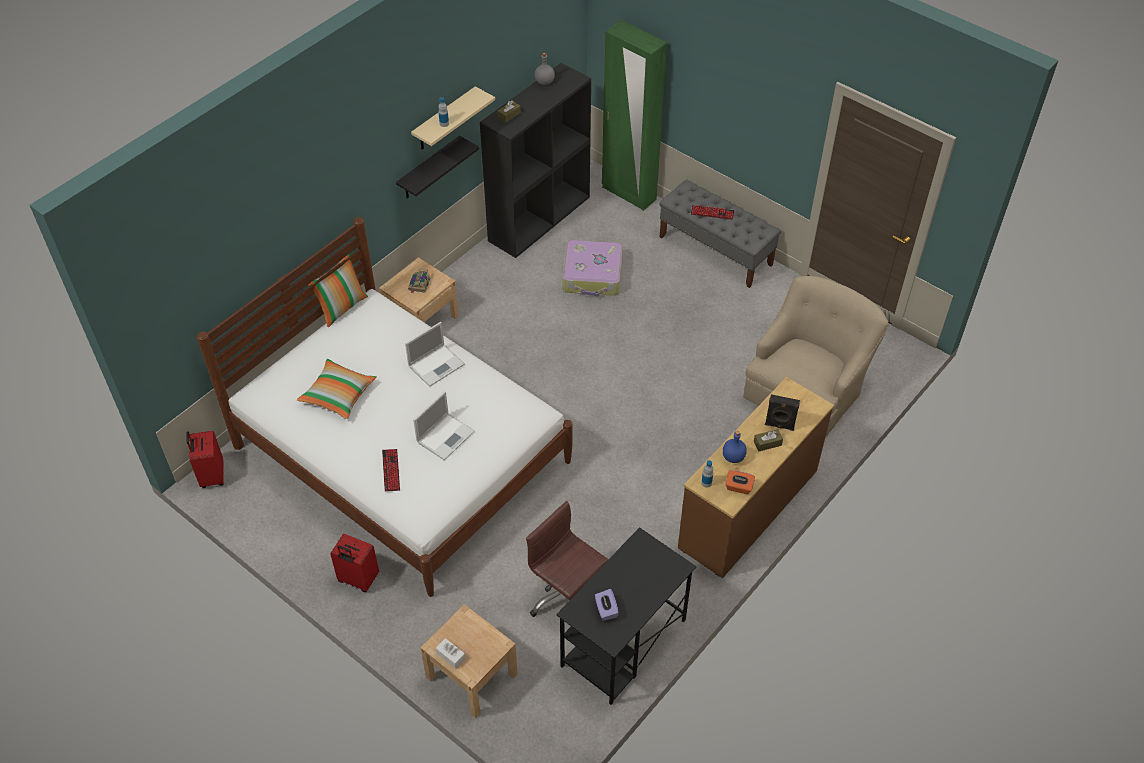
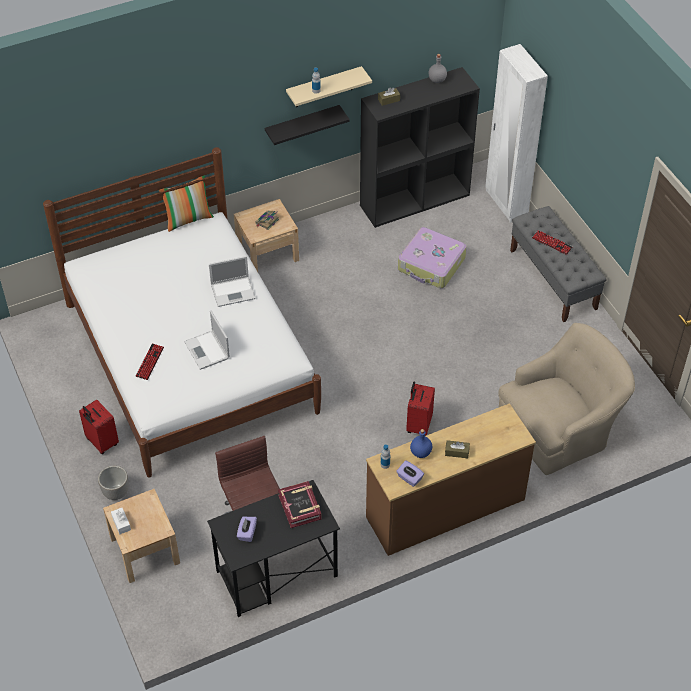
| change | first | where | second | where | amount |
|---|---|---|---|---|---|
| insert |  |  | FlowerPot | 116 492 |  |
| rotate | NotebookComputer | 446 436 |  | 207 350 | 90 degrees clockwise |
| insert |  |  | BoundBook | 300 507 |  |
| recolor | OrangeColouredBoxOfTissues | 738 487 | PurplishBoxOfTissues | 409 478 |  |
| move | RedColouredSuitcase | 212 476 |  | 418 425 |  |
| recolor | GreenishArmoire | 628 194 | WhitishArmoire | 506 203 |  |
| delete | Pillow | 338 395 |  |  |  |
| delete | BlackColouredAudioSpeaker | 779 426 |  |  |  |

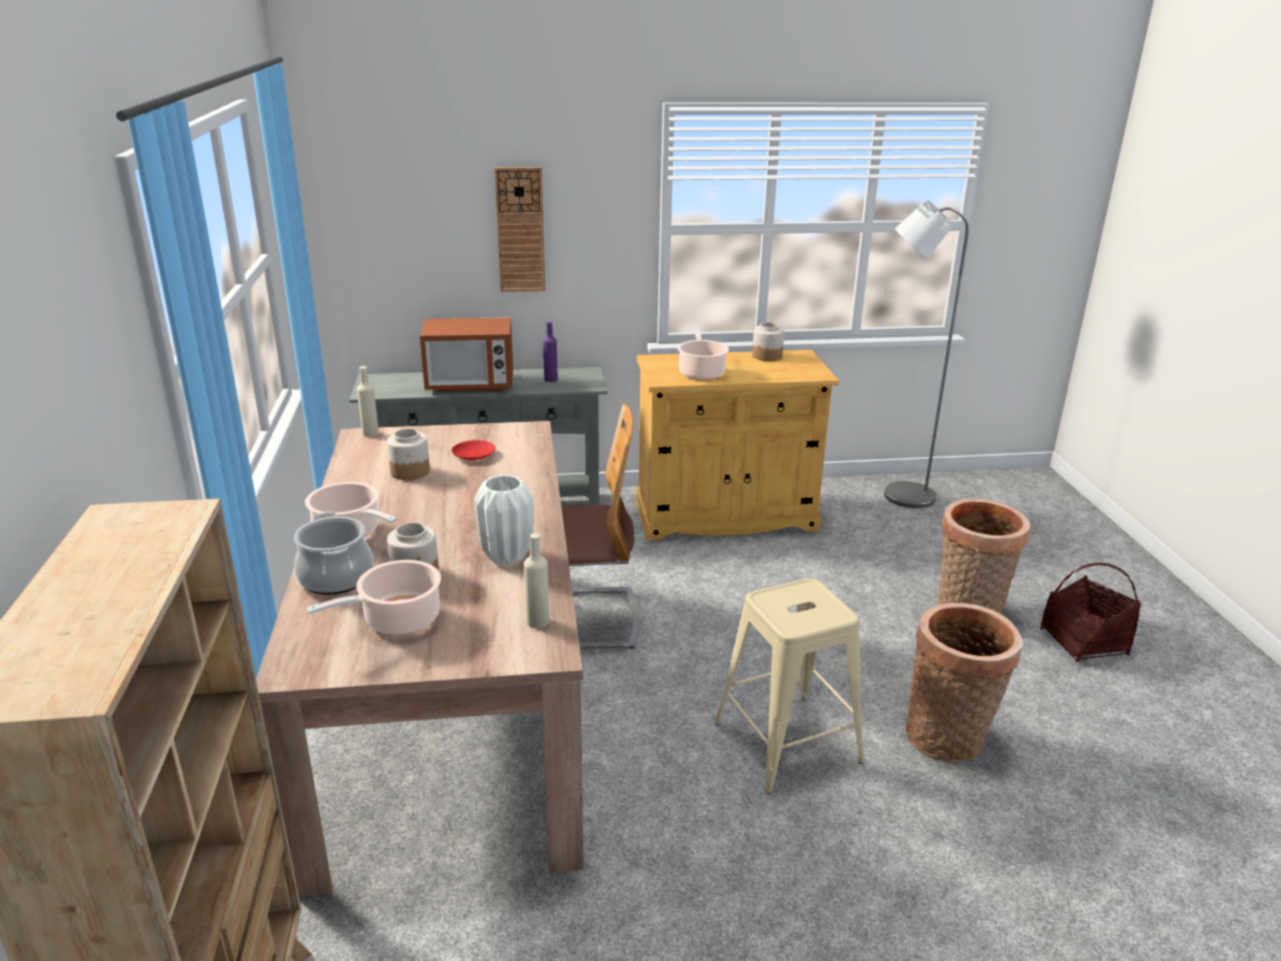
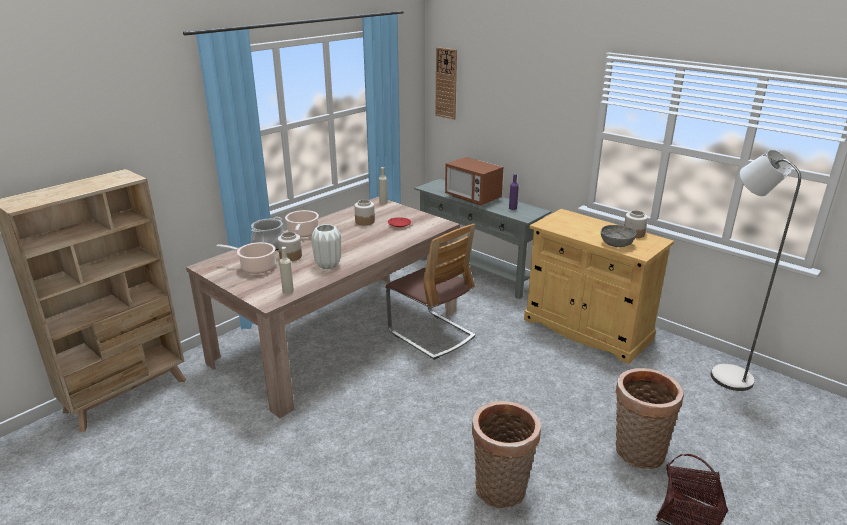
| change | first | where | second | where | amount |
|---|---|---|---|---|---|
| move | ClockOnTheWall | 520 230 |  | 446 83 |  |
| insert |  |  | GreyishServingBowl | 616 244 |  |
| delete | CookingPot | 701 372 |  |  |  |
| delete | BeigeStool | 787 743 |  |  |  |

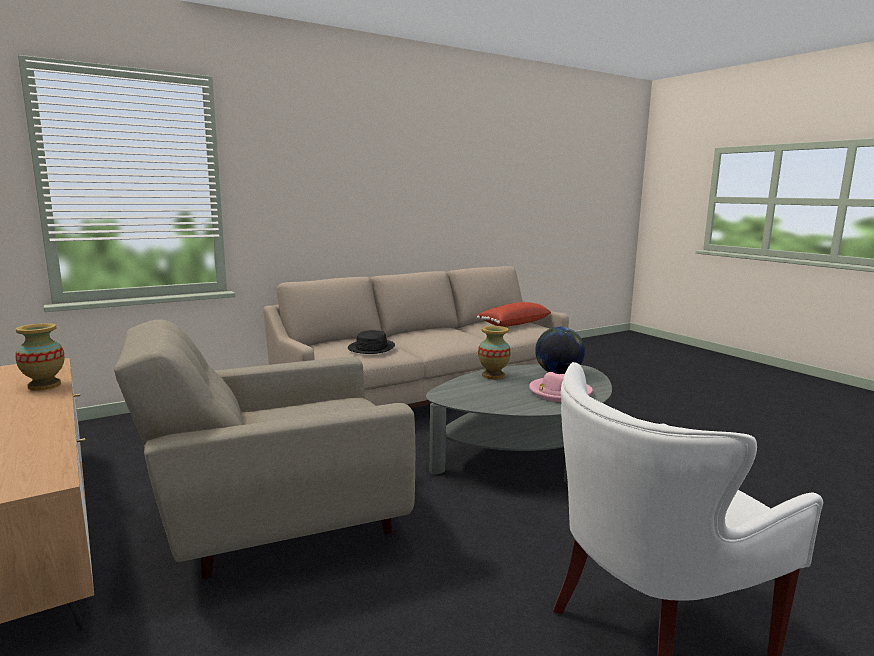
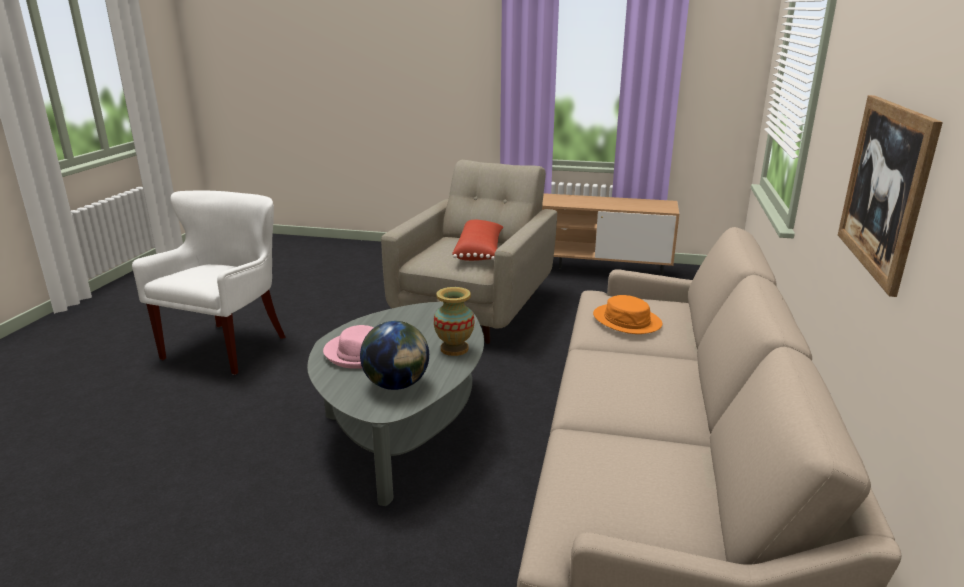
| change | first | where | second | where | amount |
|---|---|---|---|---|---|
| move | RedColouredPillow | 513 324 |  | 480 252 |  |
| recolor | BlackColouredHat | 371 348 | OrangeColouredHat | 627 320 |  |
| insert |  |  | Picture | 884 188 |  |
| delete | FlowerVase | 44 386 |  |  |  |

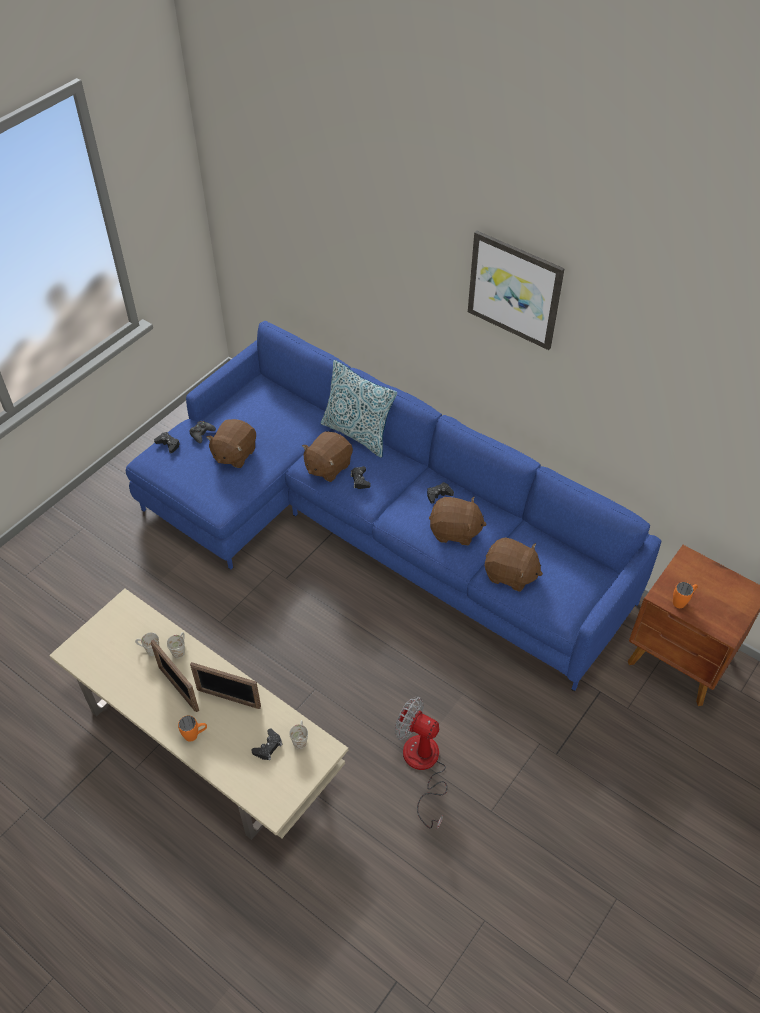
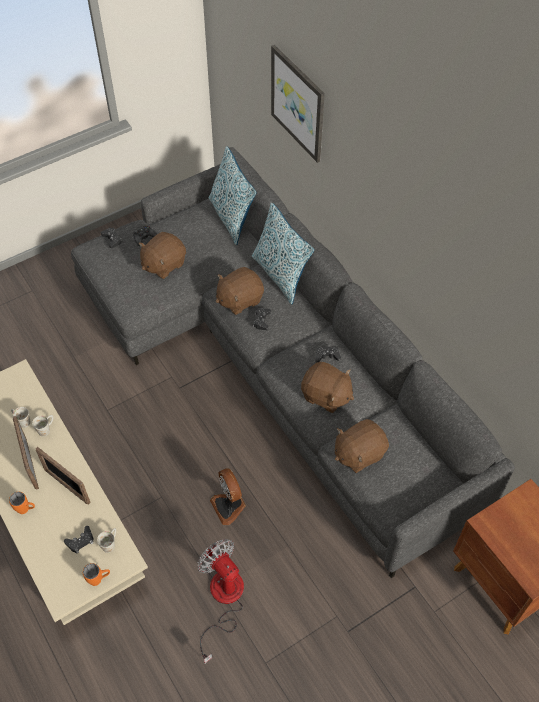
| change | first | where | second | where | amount |
|---|---|---|---|---|---|
| recolor | BlueColouredSettee | 374 527 | GreyishSettee | 275 364 |  |
| move | OrangeColouredTeaMug | 682 601 |  | 99 579 |  |
| insert |  |  | Pillow | 231 218 |  |
| insert |  |  | Fan | 229 506 |  |
| move | Picture | 515 289 |  | 298 103 |  |
| rotate | BrownColouredSoftToy | 510 574 |  | 359 453 | 105 degrees clockwise |

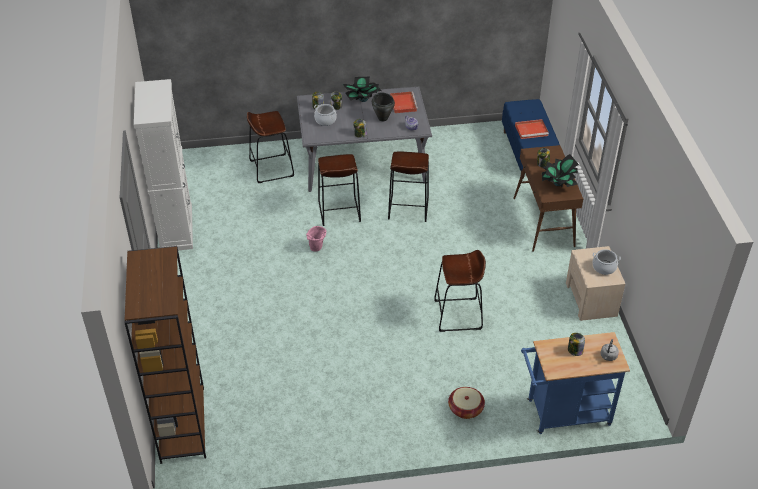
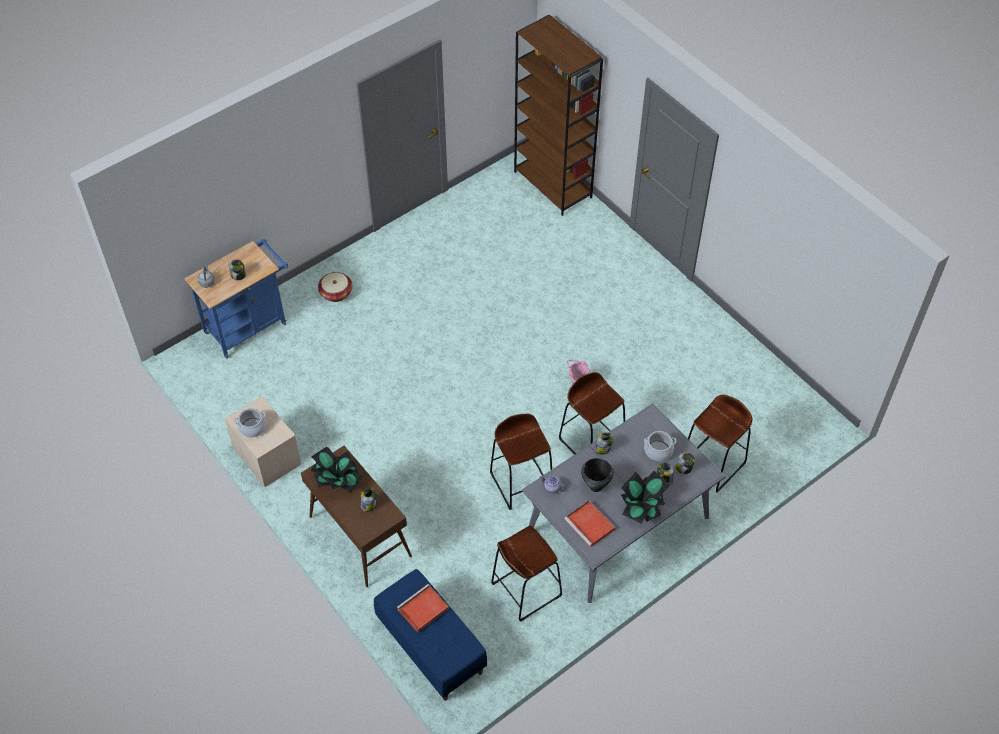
| change | first | where | second | where | amount |
|---|---|---|---|---|---|
| move | BrownColouredStool | 458 315 |  | 526 589 |  |
| delete | WhitishCupboard | 176 228 |  |  |  |

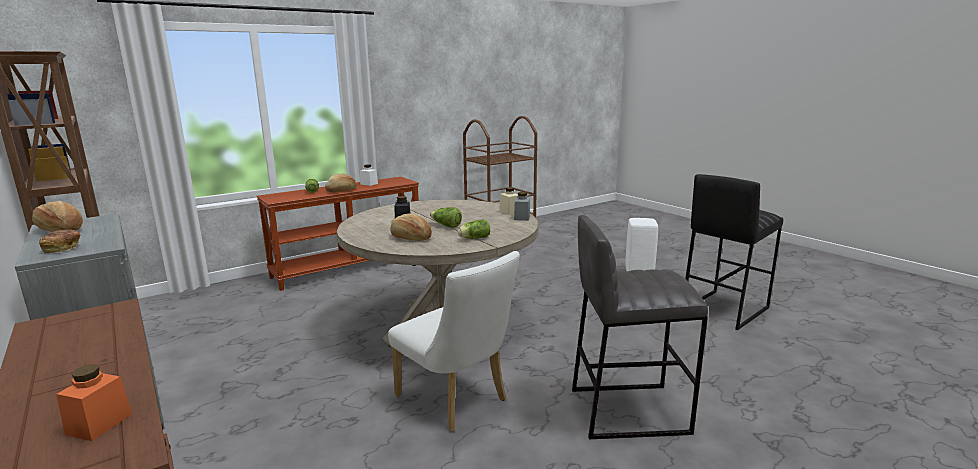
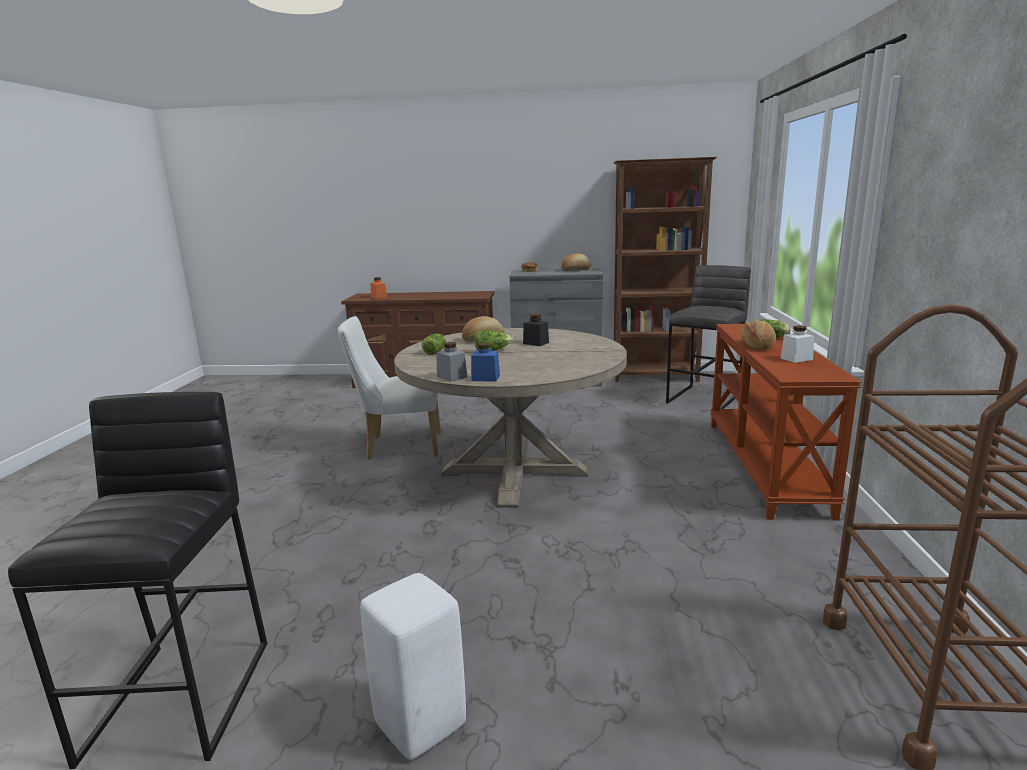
| change | first | where | second | where | amount |
|---|---|---|---|---|---|
| recolor | BeigeStorageJar | 509 212 | BlueColouredStorageJar | 485 378 |  |
| move | GreyishStool | 627 410 |  | 705 398 |  |

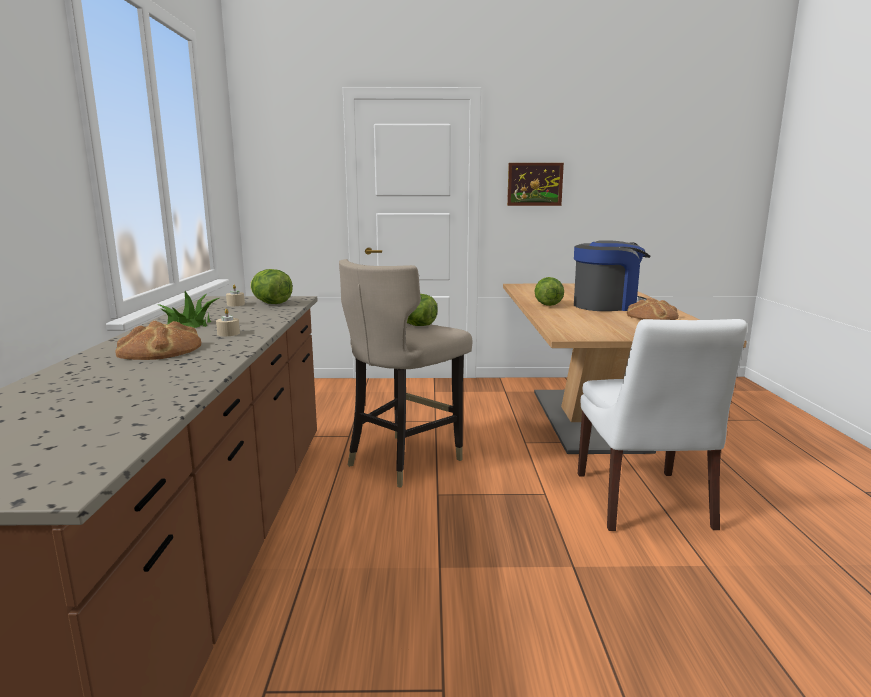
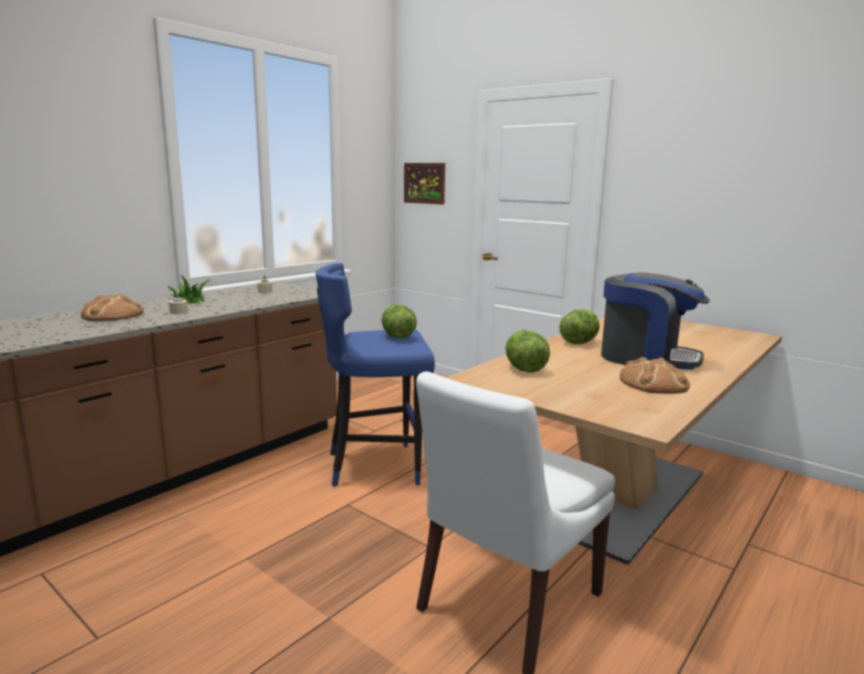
| change | first | where | second | where | amount |
|---|---|---|---|---|---|
| recolor | BeigeStool | 403 460 | BlueColouredStool | 376 466 |  |
| move | Picture | 535 184 |  | 424 183 |  |
| move | LettuceHead | 271 303 |  | 524 369 |  |

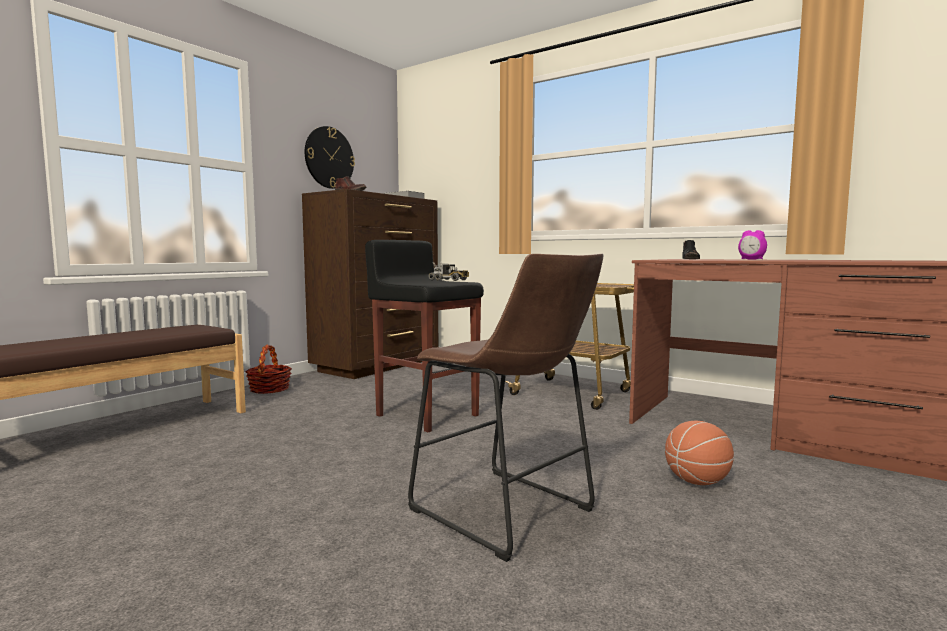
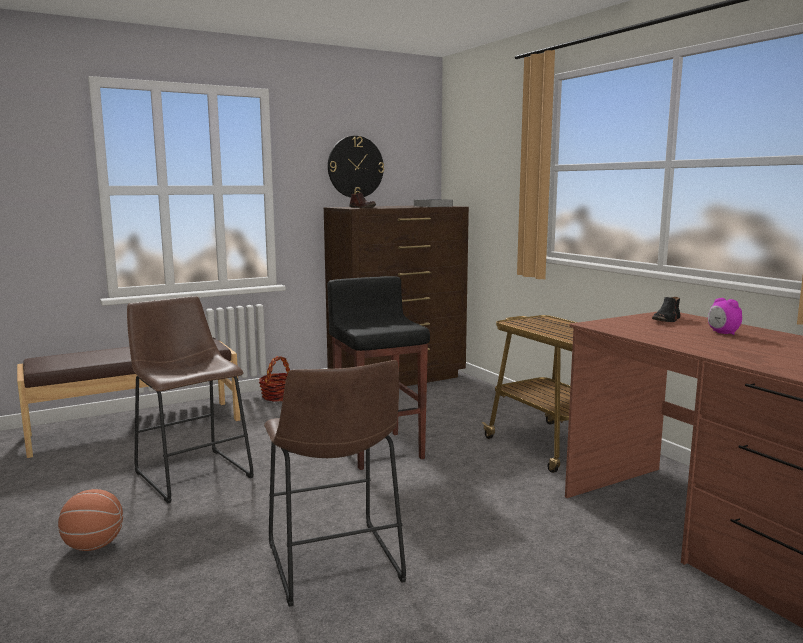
| change | first | where | second | where | amount |
|---|---|---|---|---|---|
| move | BallForBasketball | 696 481 |  | 93 545 |  |
| insert |  |  | BrownColouredStool | 191 472 |  |
| delete | ToyLorry | 449 280 |  |  |  |

